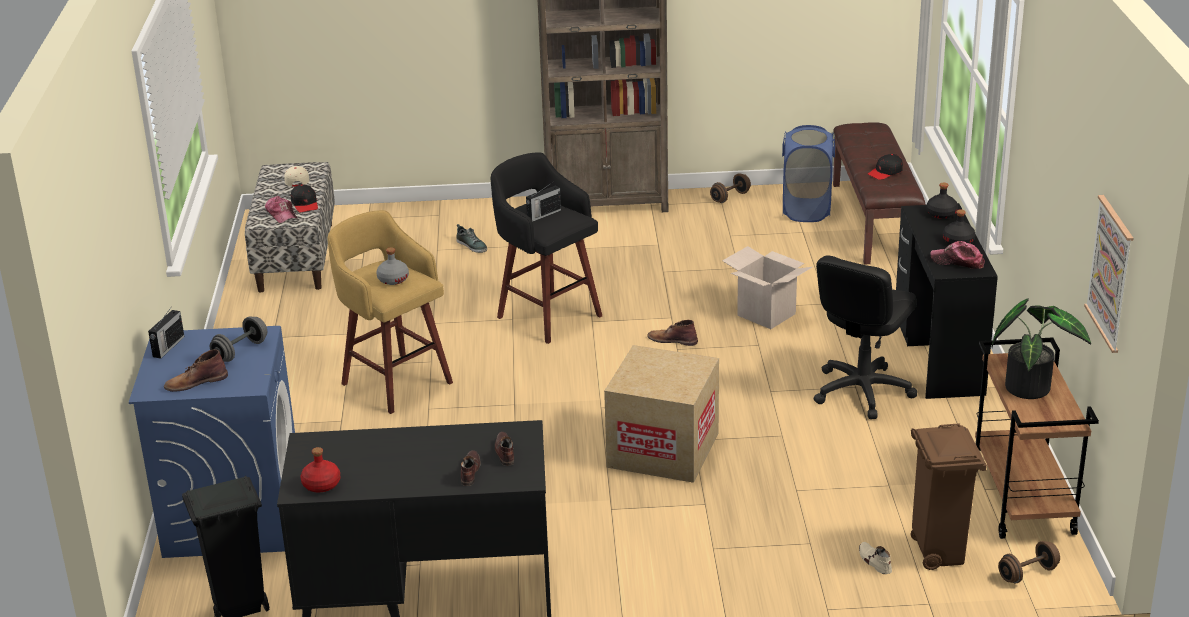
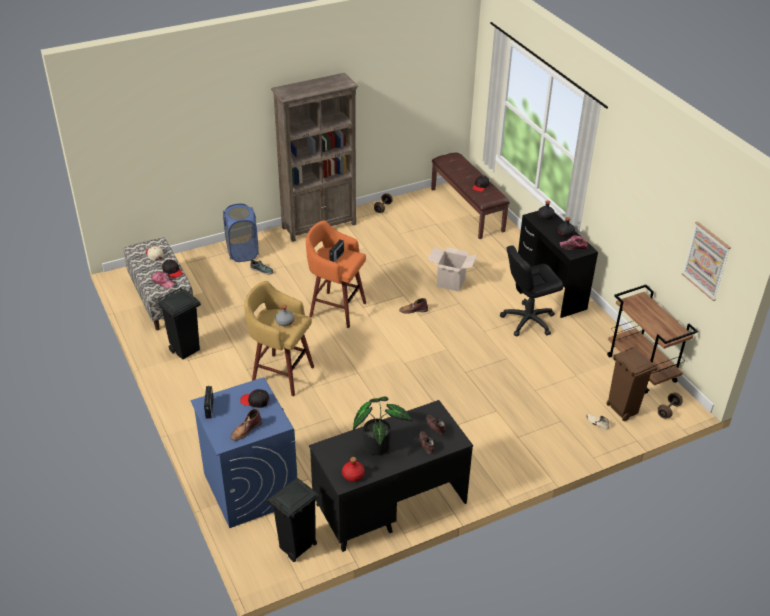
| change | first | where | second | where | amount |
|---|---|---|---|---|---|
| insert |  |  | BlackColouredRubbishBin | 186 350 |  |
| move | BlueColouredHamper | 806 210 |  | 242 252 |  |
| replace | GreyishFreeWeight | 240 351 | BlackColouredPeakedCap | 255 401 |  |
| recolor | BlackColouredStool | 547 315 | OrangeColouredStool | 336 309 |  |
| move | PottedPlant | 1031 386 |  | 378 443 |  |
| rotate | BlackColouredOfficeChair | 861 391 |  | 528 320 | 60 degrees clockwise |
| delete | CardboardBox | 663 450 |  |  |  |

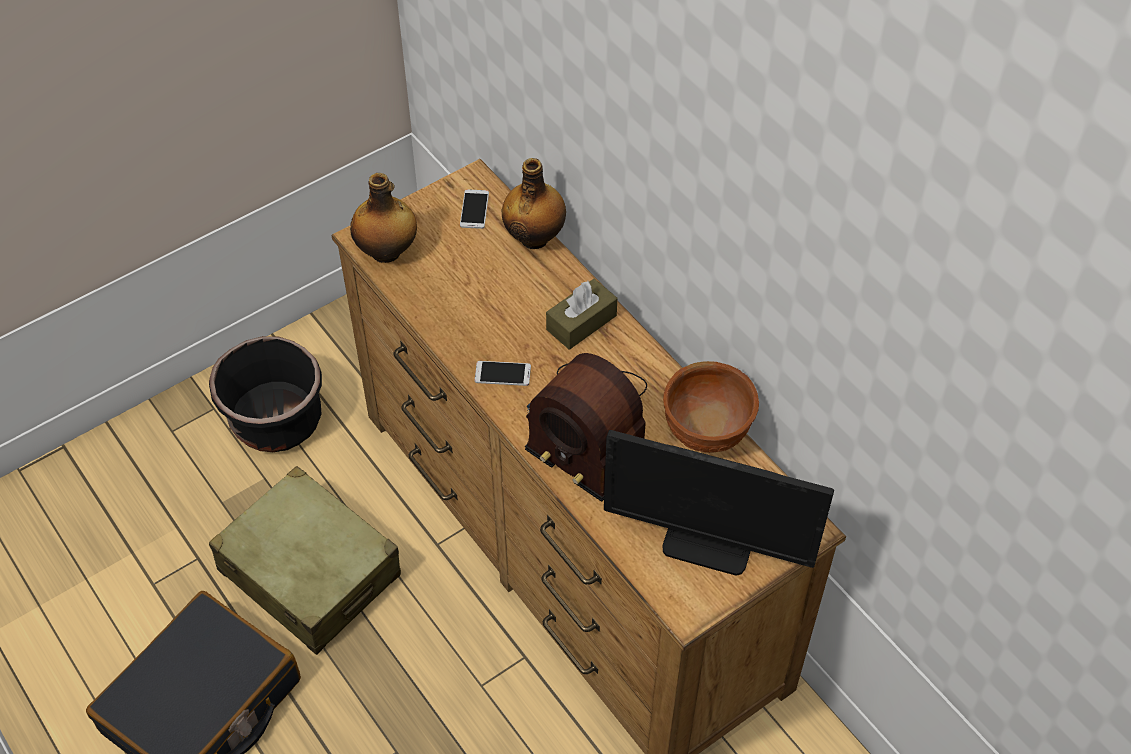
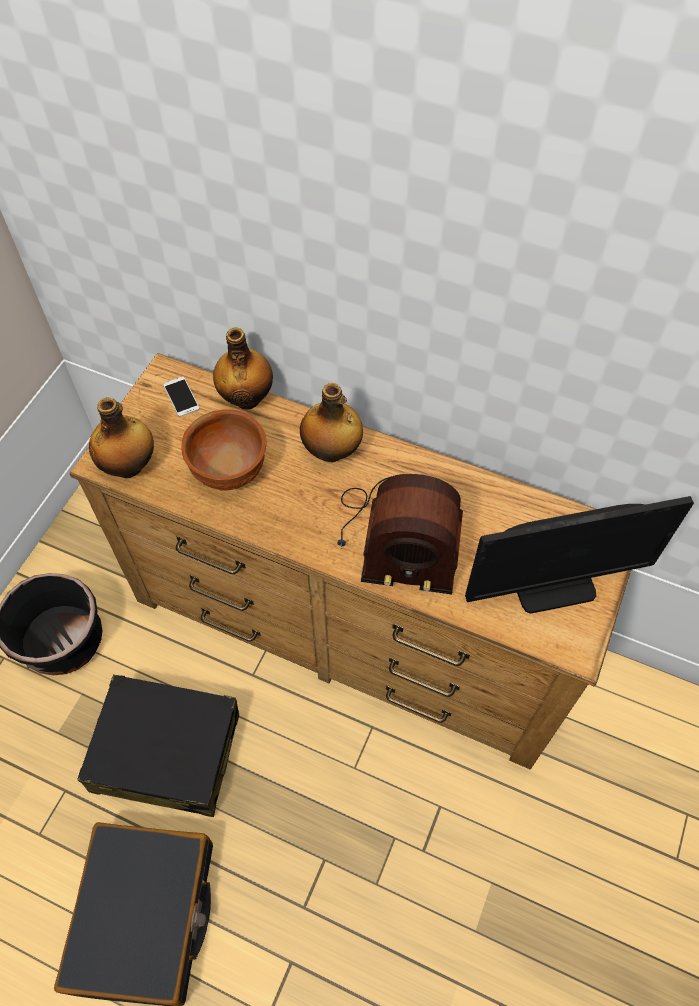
| change | first | where | second | where | amount |
|---|---|---|---|---|---|
| recolor | BeigeSuitcase | 310 573 | BlackColouredSuitcase | 166 752 |  |
| move | BrownColouredServingBowl | 706 432 |  | 229 472 |  |
| replace | BrownColouredBoxOfTissues | 581 322 | DrinkBottle | 332 451 |  |
| delete | Telephone | 502 374 |  |  |  |

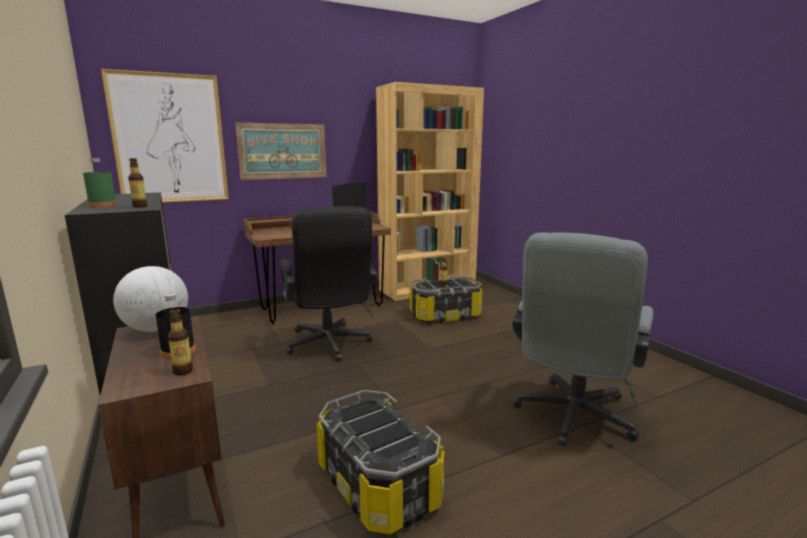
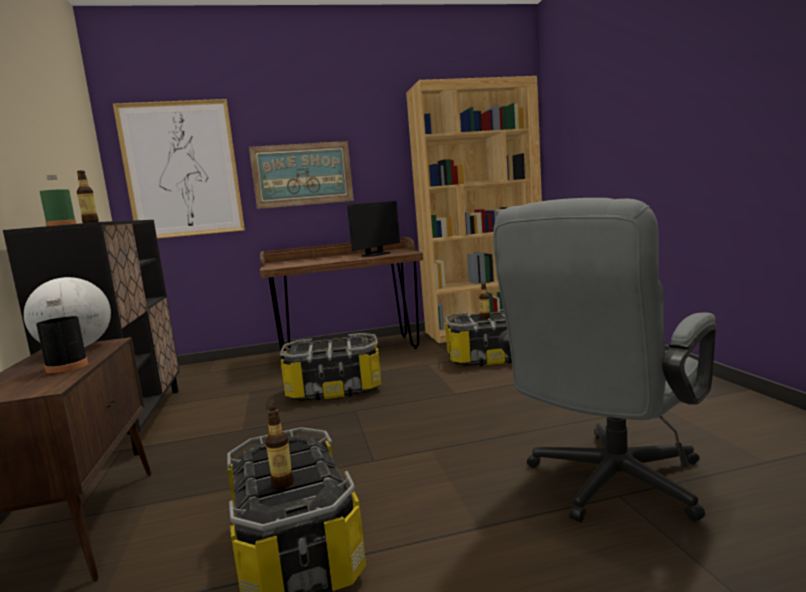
| change | first | where | second | where | amount |
|---|---|---|---|---|---|
| move | DrinkBottle | 183 371 |  | 283 483 |  |
| replace | BlackColouredOfficeChair | 329 346 | StorageBox | 334 390 |  |

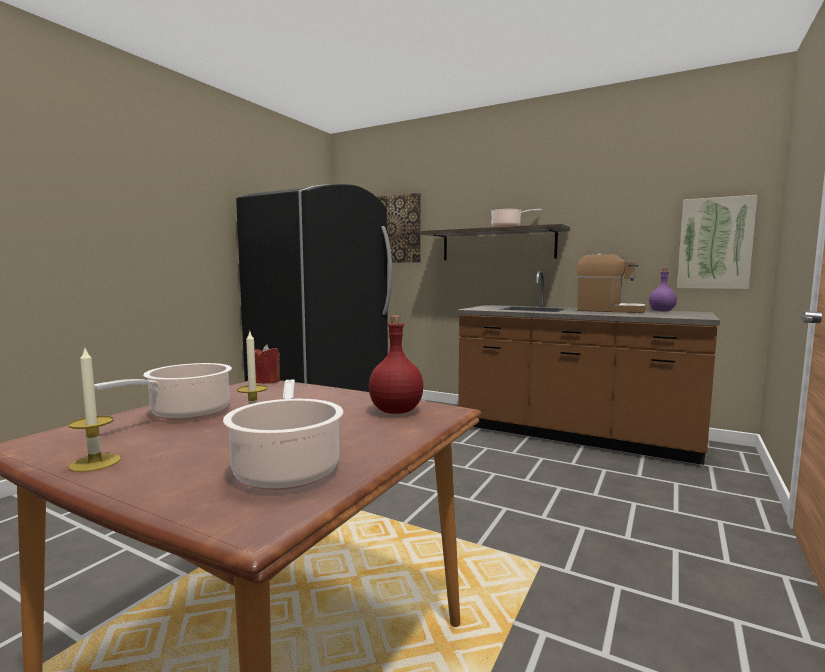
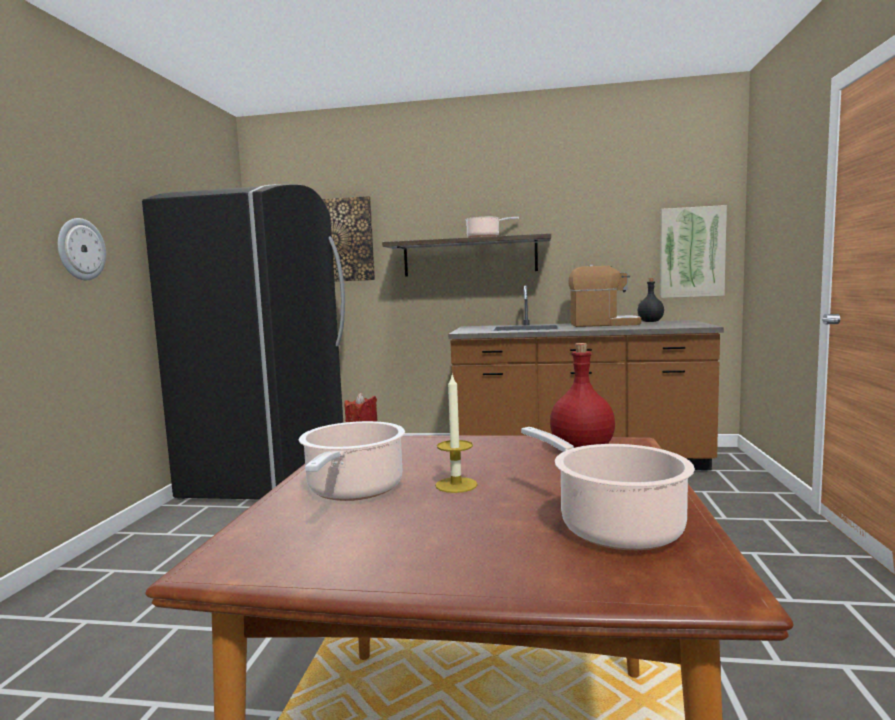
| change | first | where | second | where | amount |
|---|---|---|---|---|---|
| insert |  |  | ClockOnTheWall | 80 249 |  |
| recolor | PurplishDrinkBottle | 661 311 | BlackColouredDrinkBottle | 650 322 |  |
| delete | WaxLight | 95 463 |  |  |  |

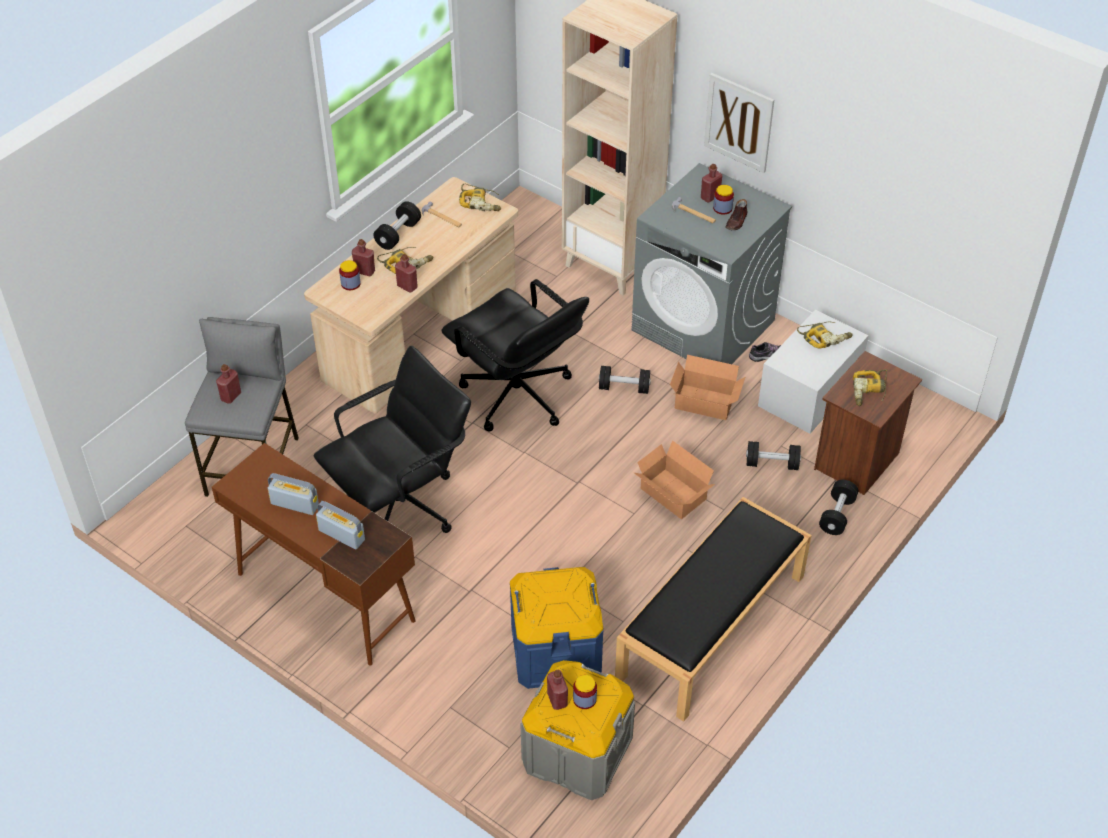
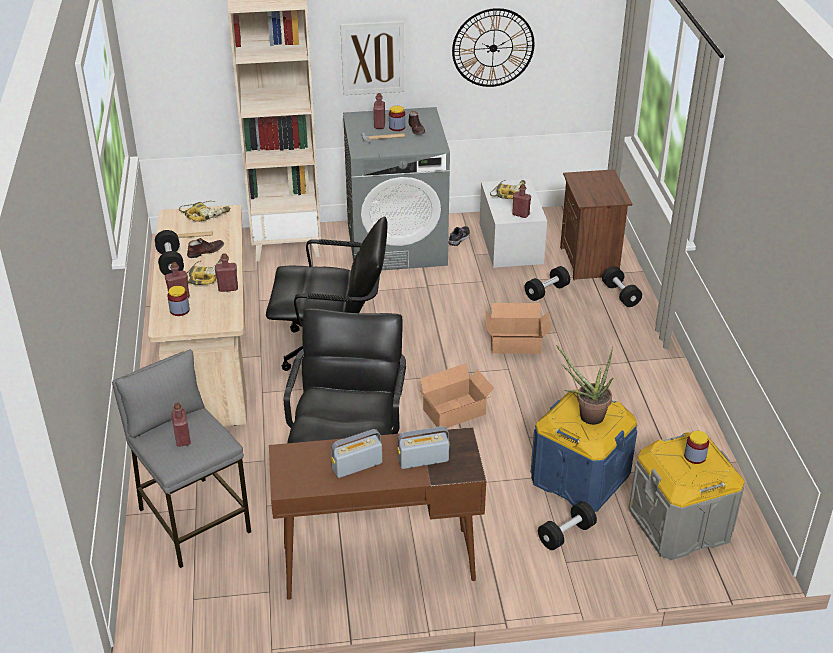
| change | first | where | second | where | amount |
|---|---|---|---|---|---|
| insert |  |  | BrownColouredLowShoe | 205 251 |  |
| move | CardboardBox | 705 404 |  | 456 413 |  |
| insert |  |  | ClockOnTheWall | 493 48 |  |
| move | RedColouredDrinkBottle | 557 700 |  | 520 214 |  |
| move | BlackColouredFreeWeight | 624 388 |  | 566 534 |  |
| insert |  |  | PottedPlant | 586 416 |  |
| delete | BlackColouredLongSeat | 711 627 |  |  |  |
| delete | ElectricDrill | 869 391 |  |  |  |

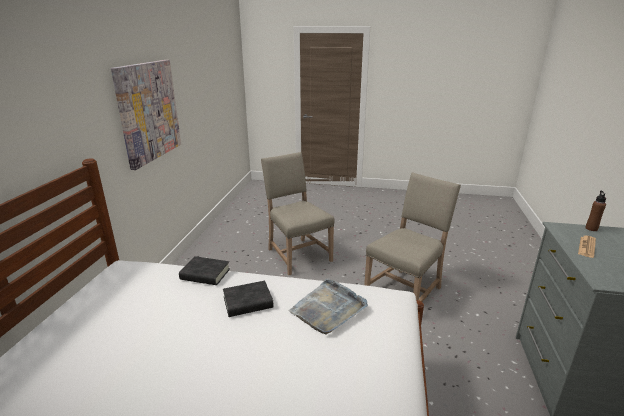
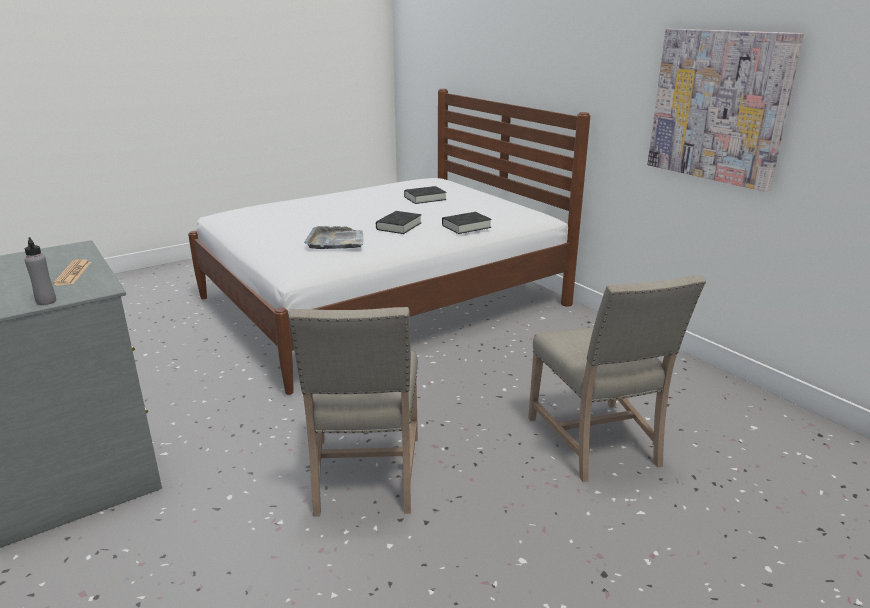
| change | first | where | second | where | amount |
|---|---|---|---|---|---|
| recolor | BrownColouredDrinkBottle | 591 228 | GreyishDrinkBottle | 46 301 |  |
| insert |  |  | BlackColouredBoundBook | 425 198 |  |
| rotate | BeigeUprightChair | 297 254 |  | 597 443 | 60 degrees clockwise |

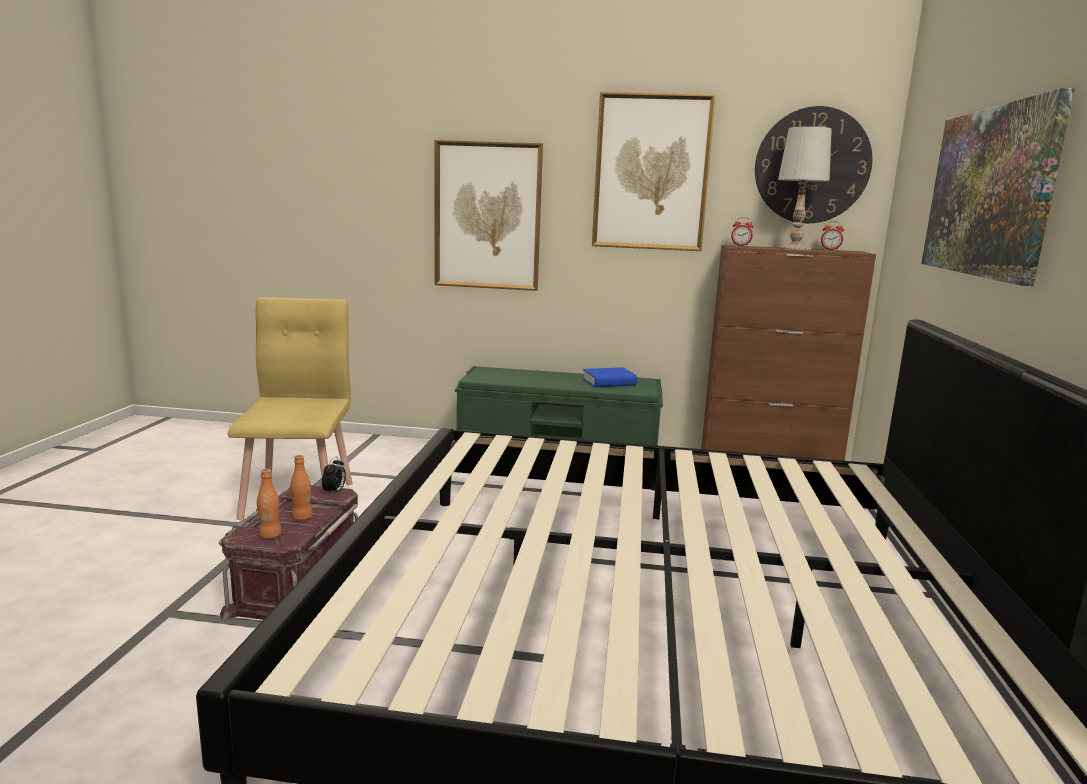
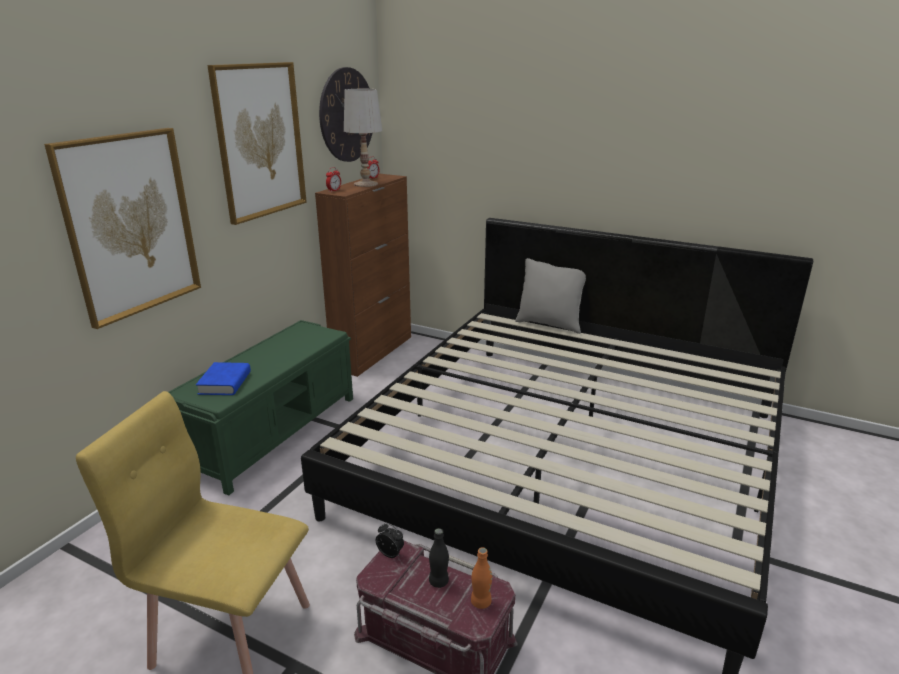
| change | first | where | second | where | amount |
|---|---|---|---|---|---|
| move | BlueColouredBoundBook | 609 382 |  | 225 383 |  |
| recolor | OrangeColouredDrinkBottle | 302 518 | BlackColouredDrinkBottle | 438 581 |  |
| insert |  |  | GreyishPillow | 550 324 |  |
| delete | Picture | 988 192 |  |  |  |

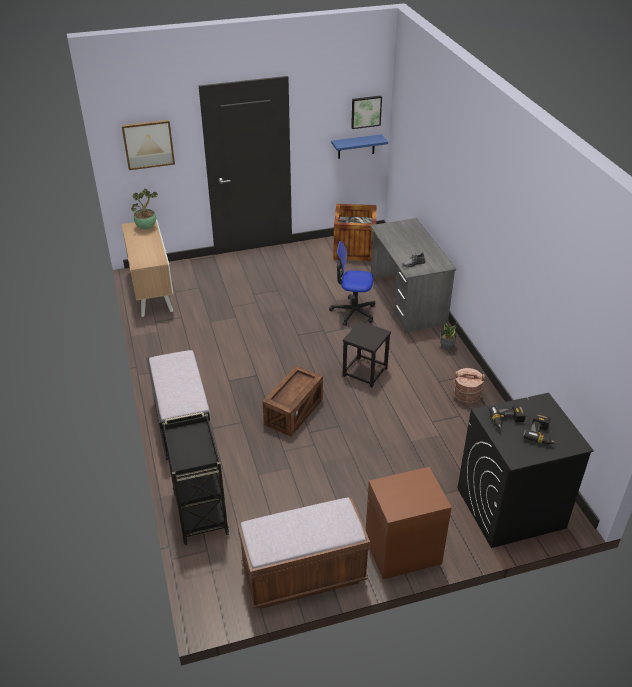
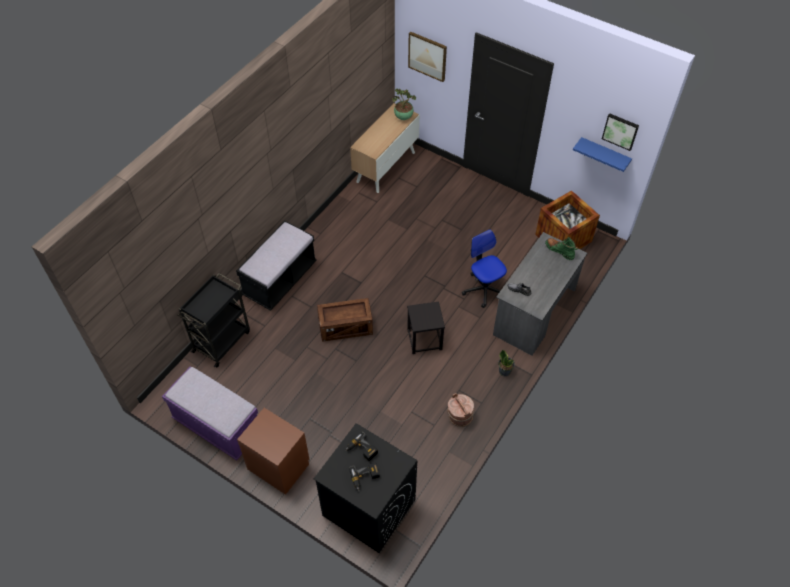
| change | first | where | second | where | amount |
|---|---|---|---|---|---|
| recolor | BrownColouredLongSeat | 303 575 | PurplishLongSeat | 218 426 |  |
| insert |  |  | GreenishBoot | 559 250 |  |

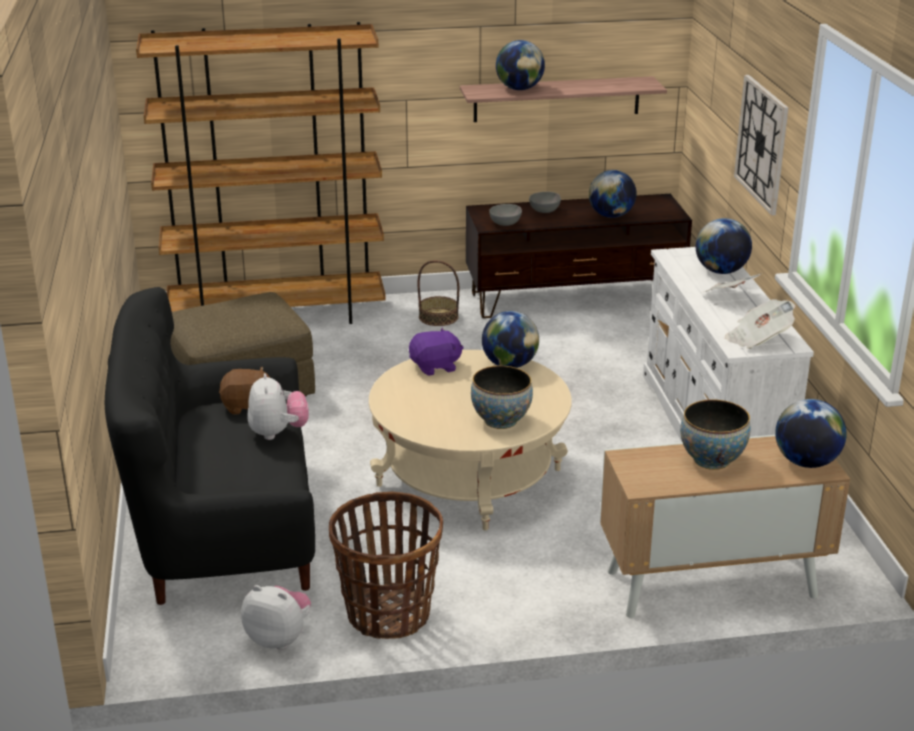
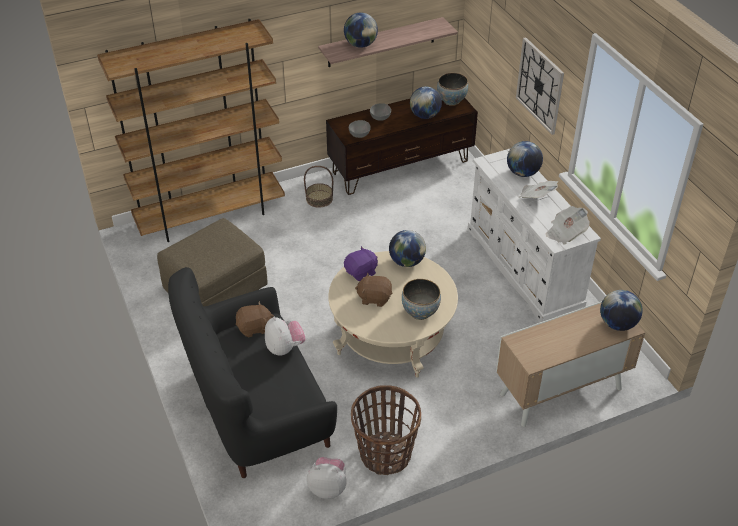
| change | first | where | second | where | amount |
|---|---|---|---|---|---|
| insert |  |  | BrownColouredSoftToy | 374 298 |  |
| move | ServingBowl | 711 460 |  | 451 101 |  |

